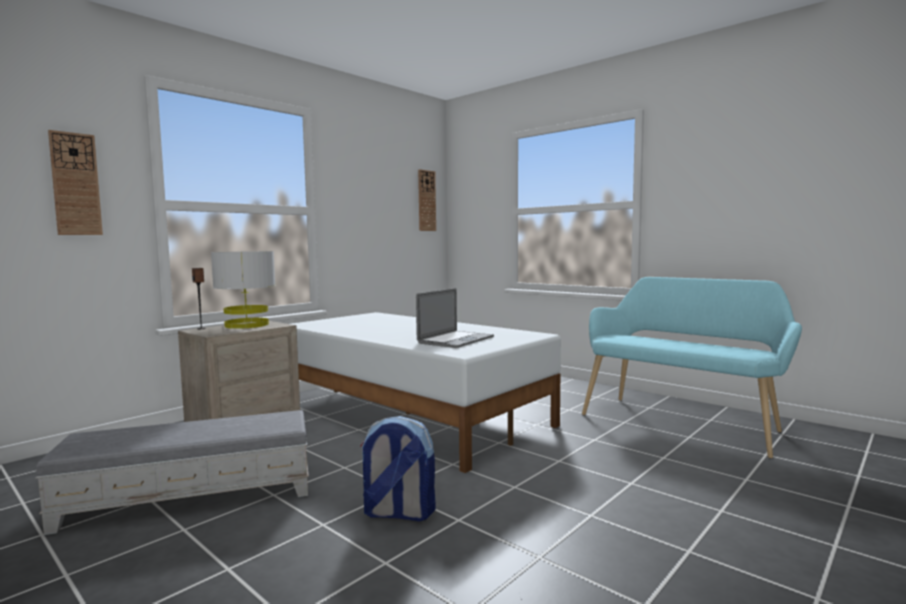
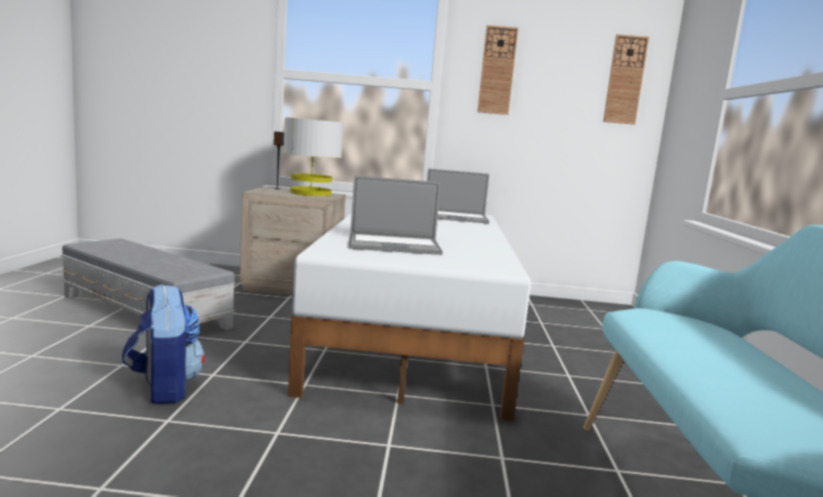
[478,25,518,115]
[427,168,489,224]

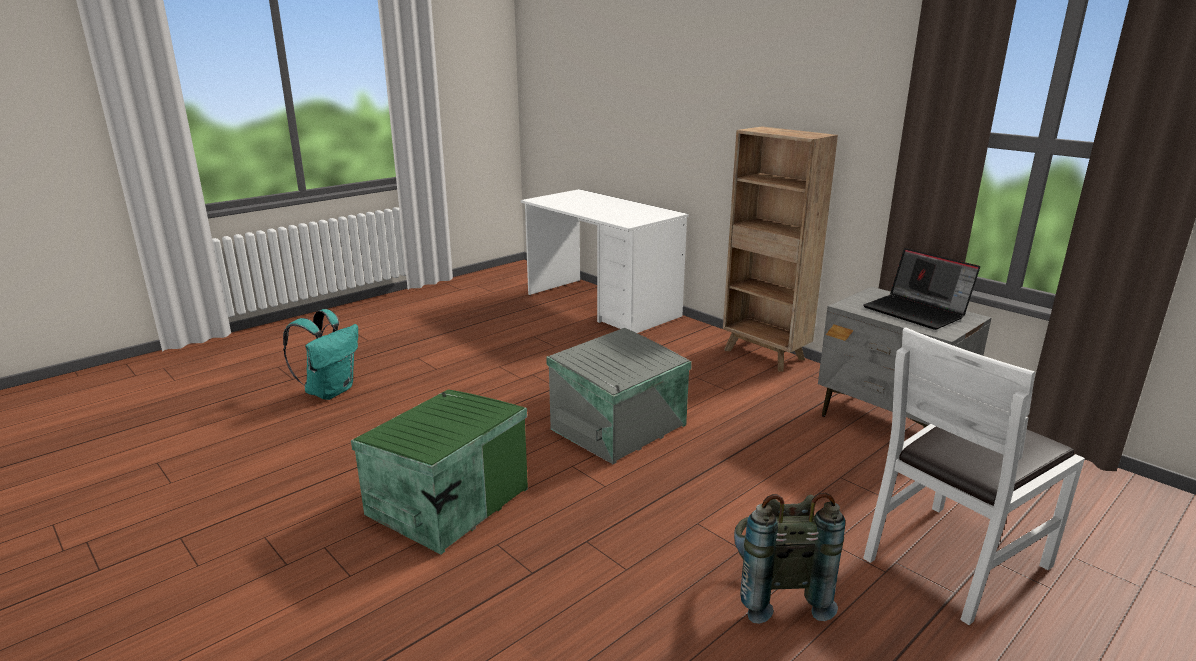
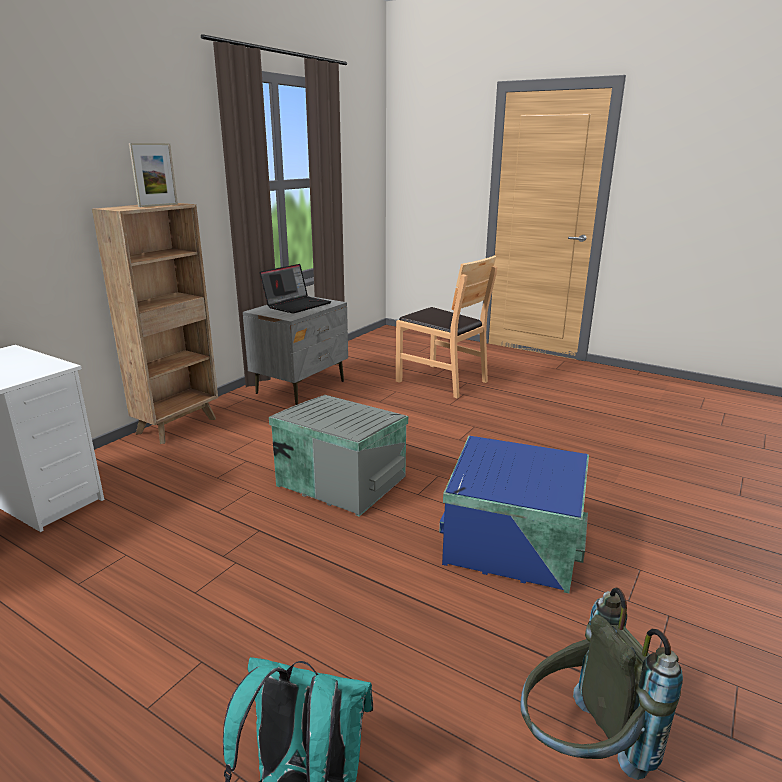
[439,436,589,593]
[521,587,683,780]
[396,256,497,398]
[129,143,178,207]

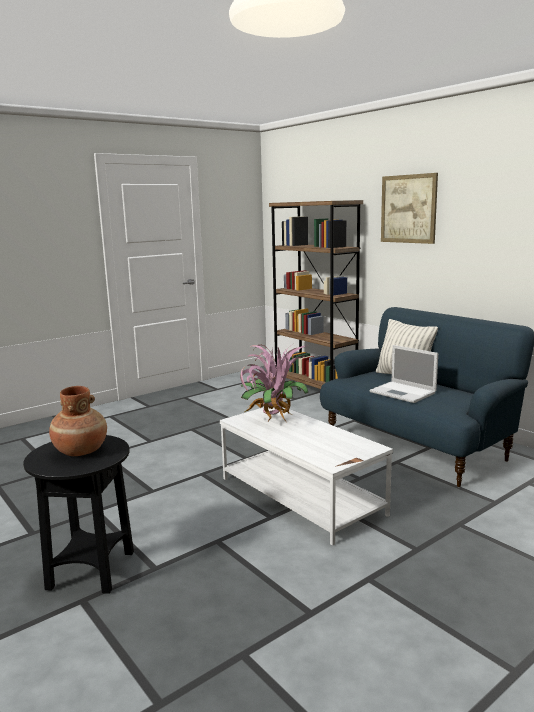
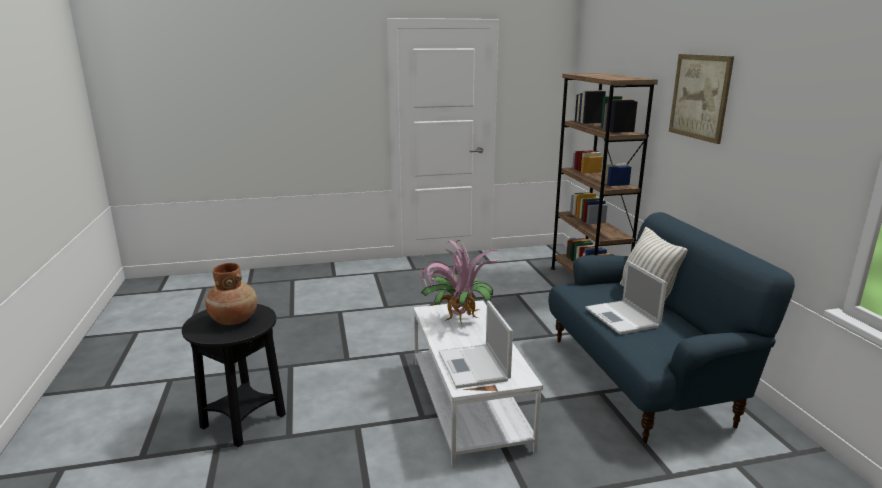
[439,300,513,389]

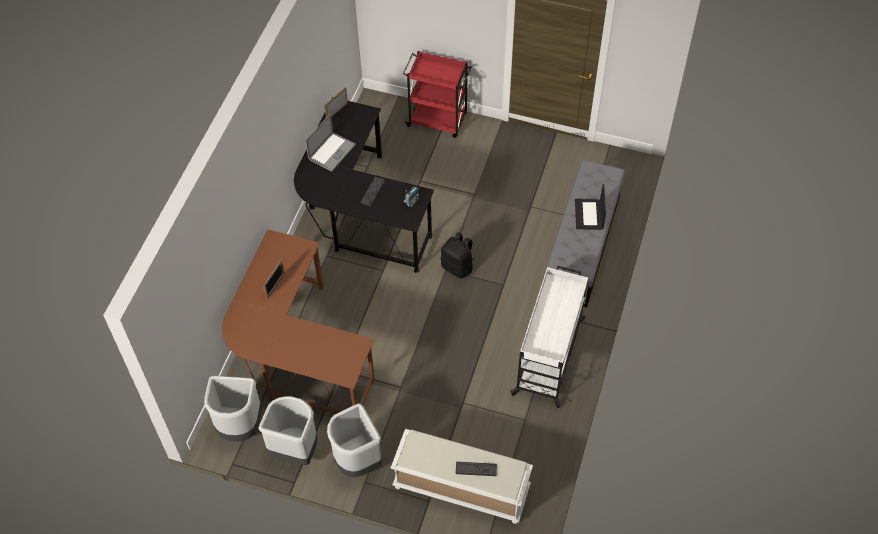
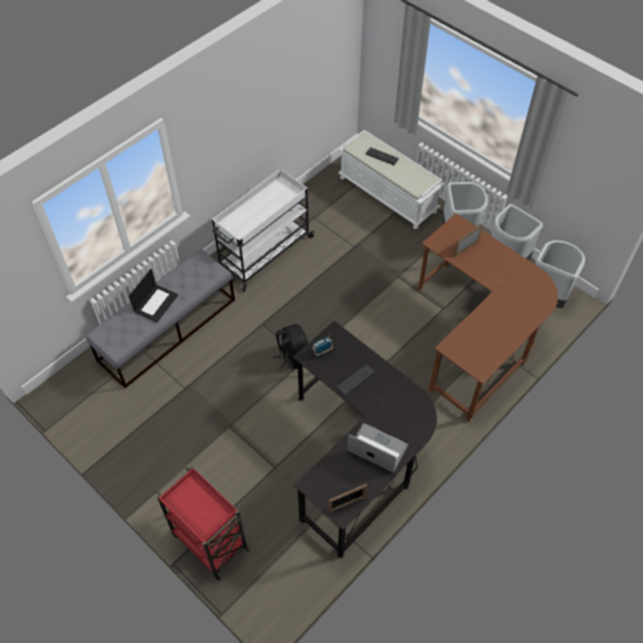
[454,224,482,256]
[347,423,408,473]

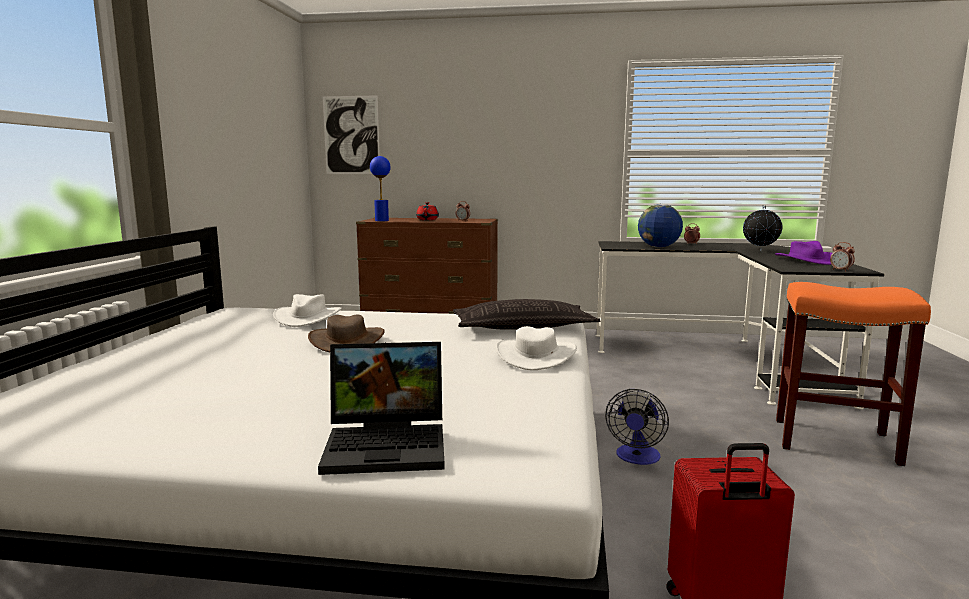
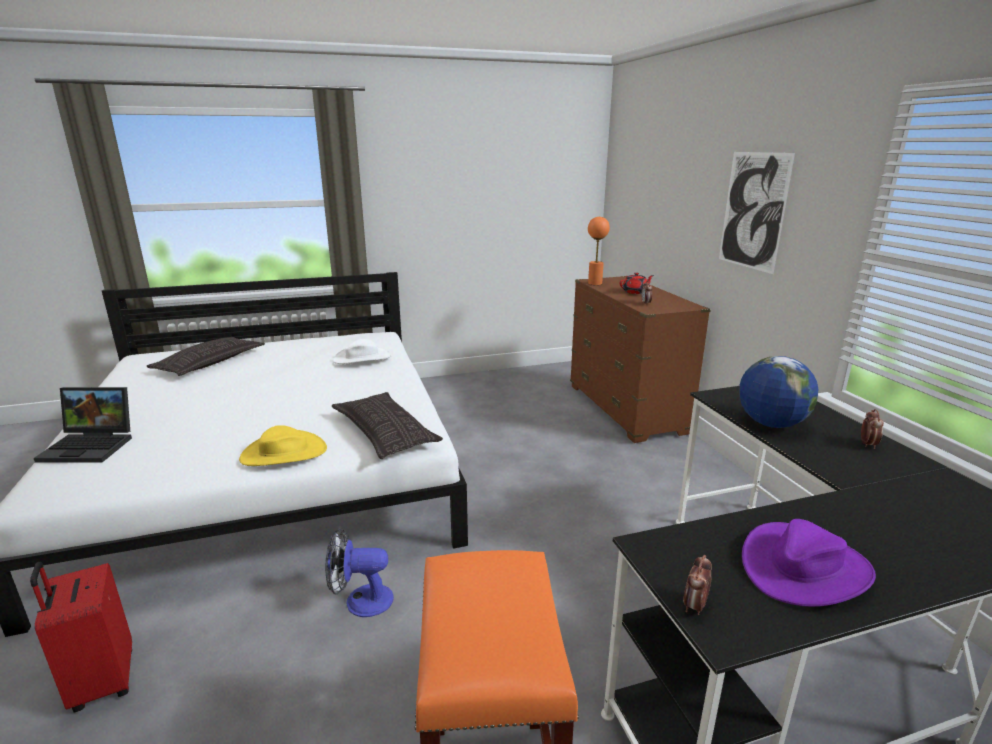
[308,314,385,352] (first image)
[34,387,132,462]
[719,152,795,274]
[588,217,610,285]
[239,425,327,466]
[743,205,782,251] (first image)
[147,337,265,376]

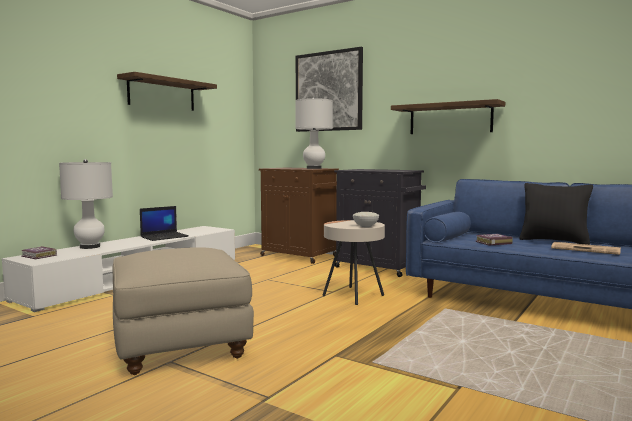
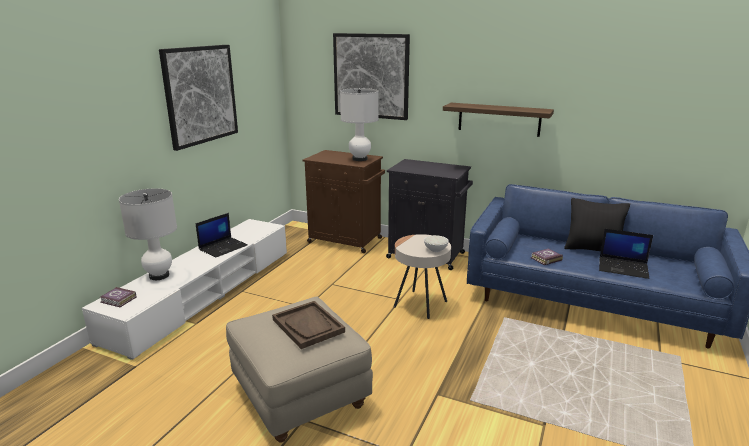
[159,45,238,151]
[599,229,653,279]
[272,301,345,349]

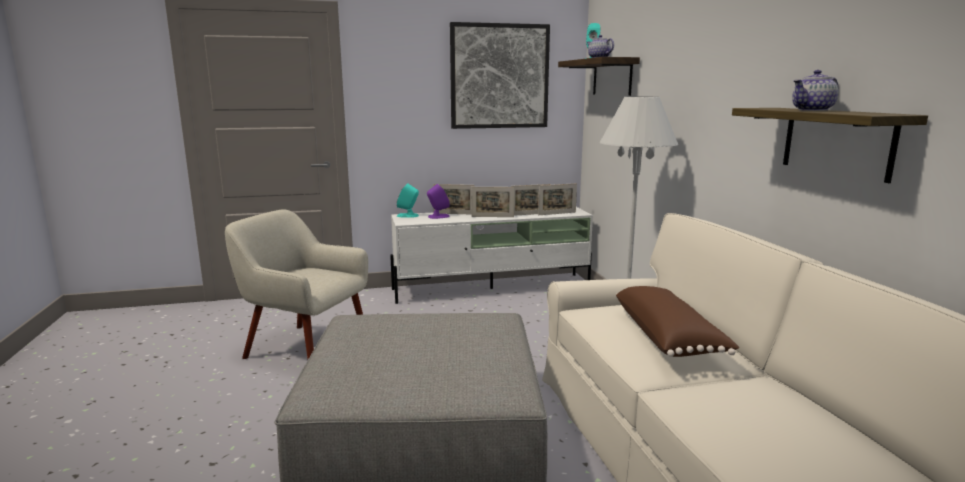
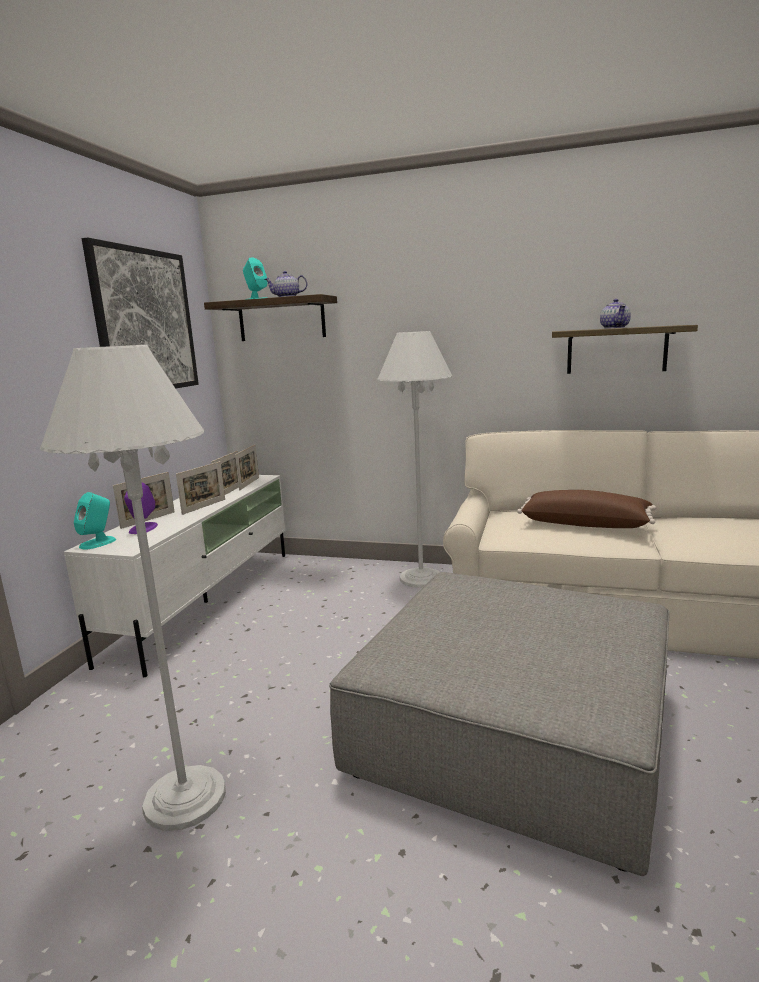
[40,345,226,831]

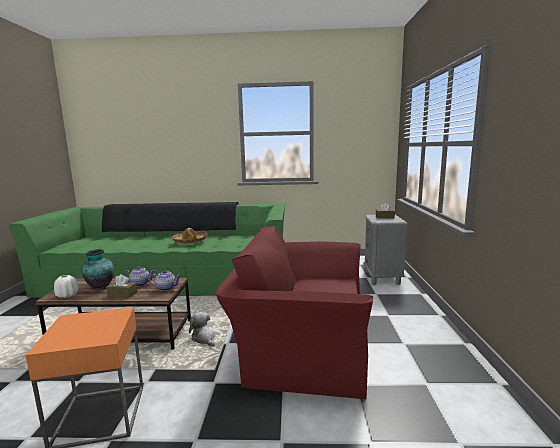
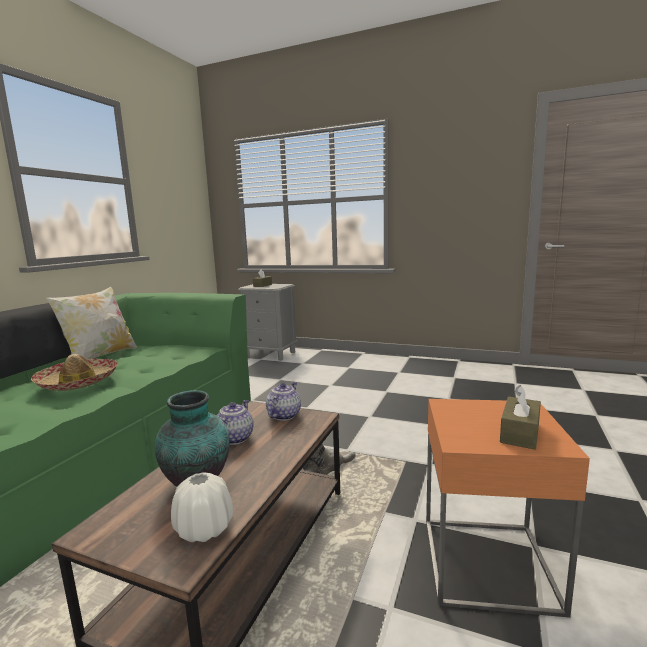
[500,385,541,450]
[216,226,373,399] (first image)
[45,286,137,359]

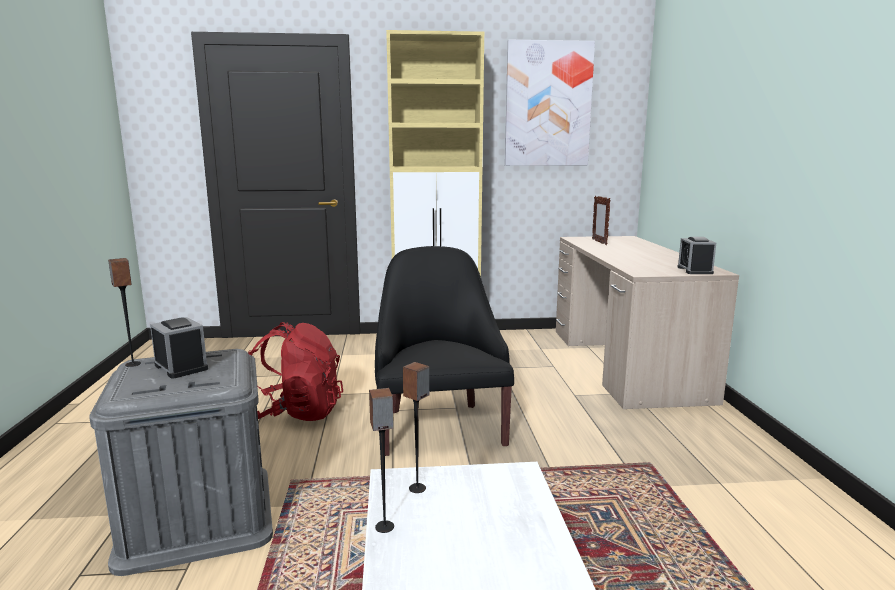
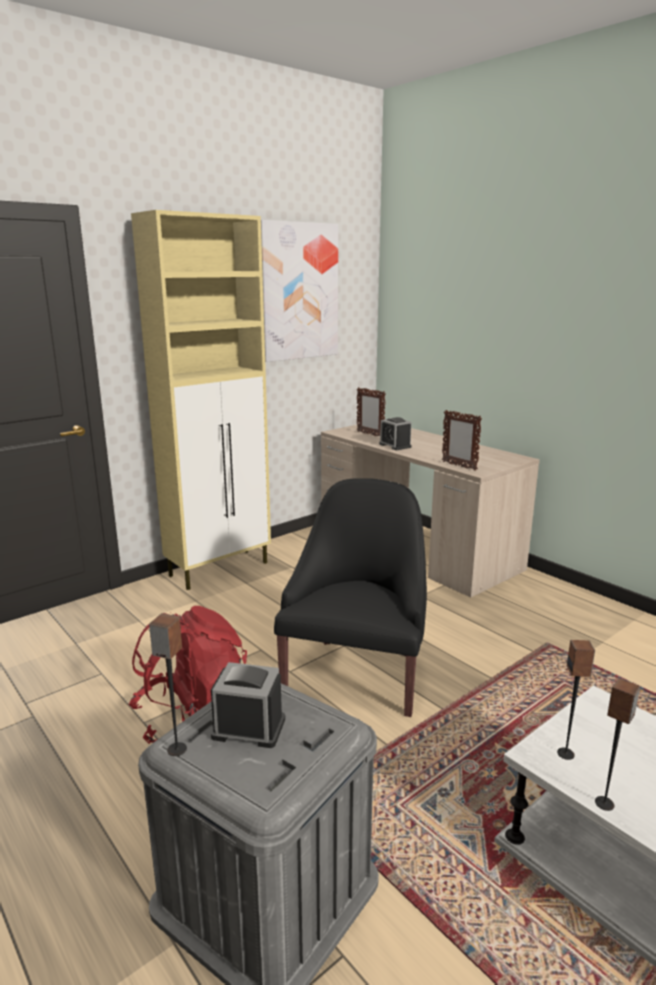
[274,478,427,717]
[379,417,411,450]
[442,410,482,471]

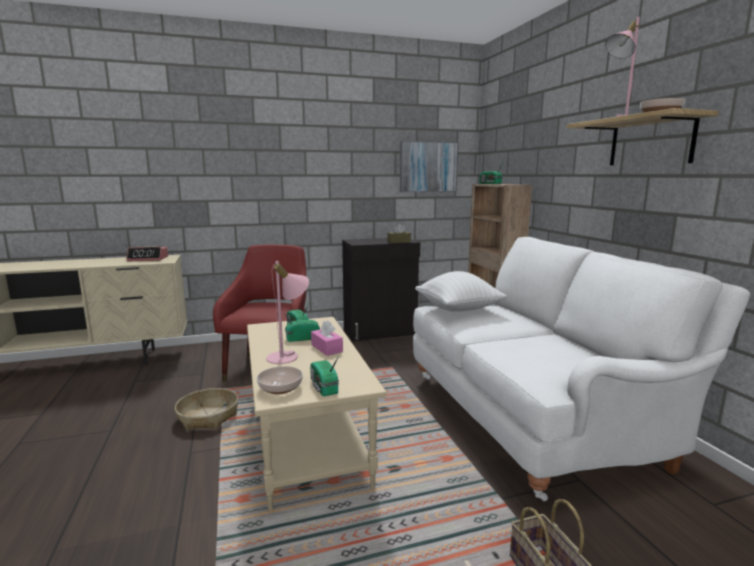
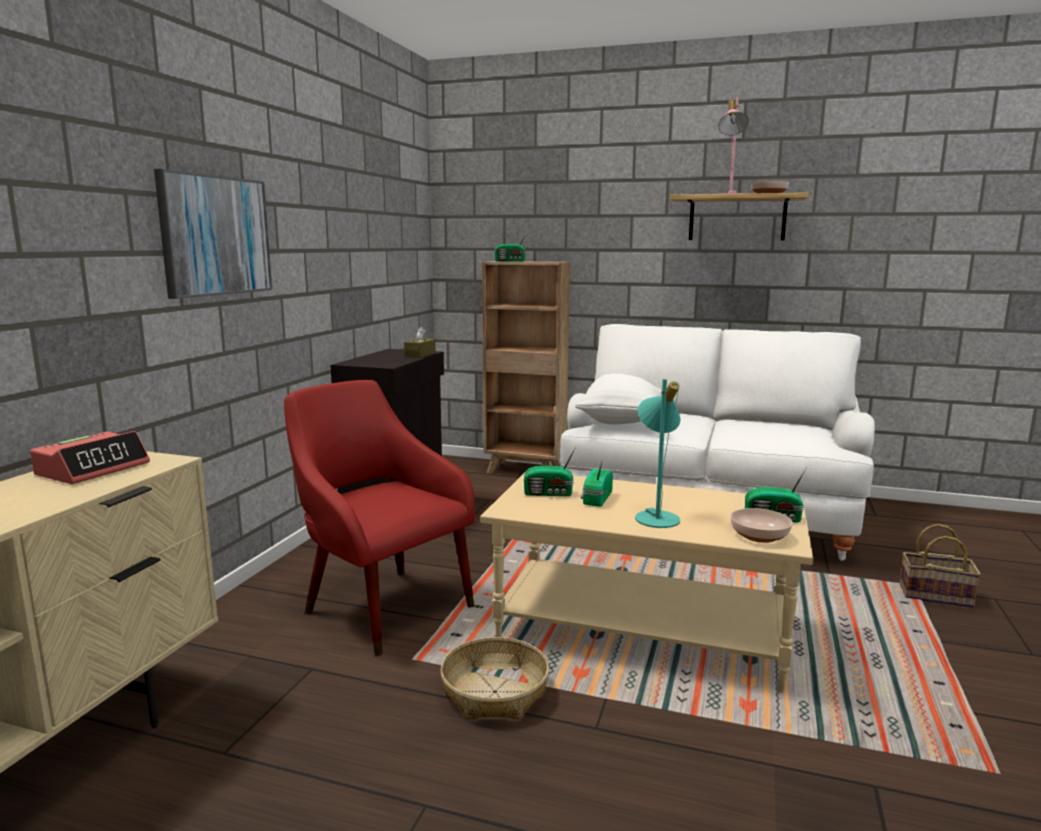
[635,379,681,528]
[311,320,343,356] (first image)
[154,169,272,299]

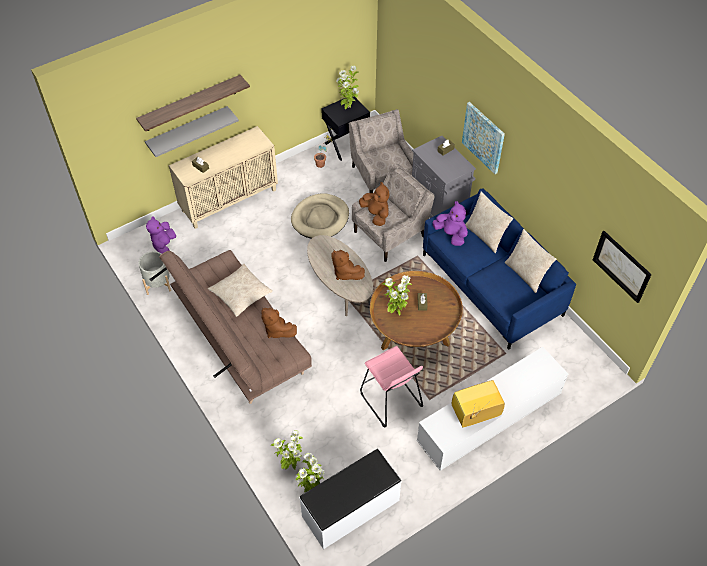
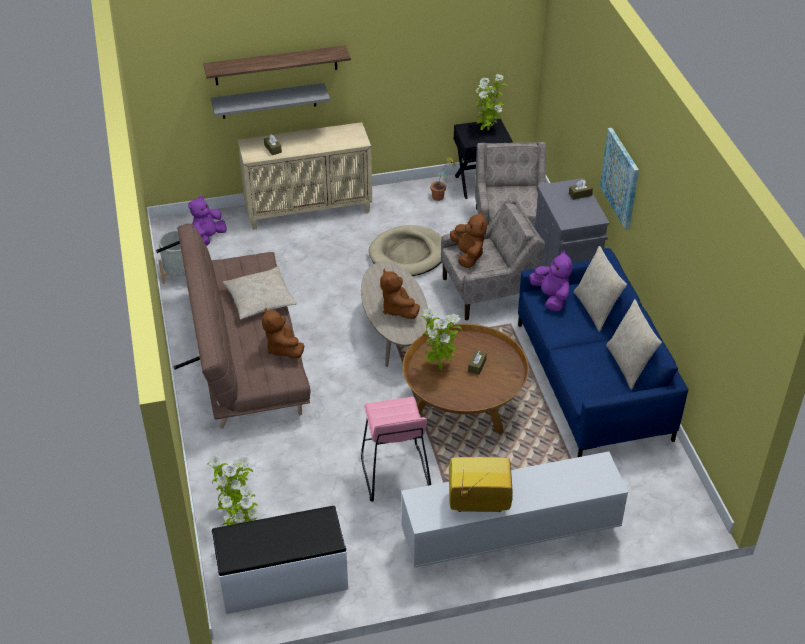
[593,231,652,303] (first image)

